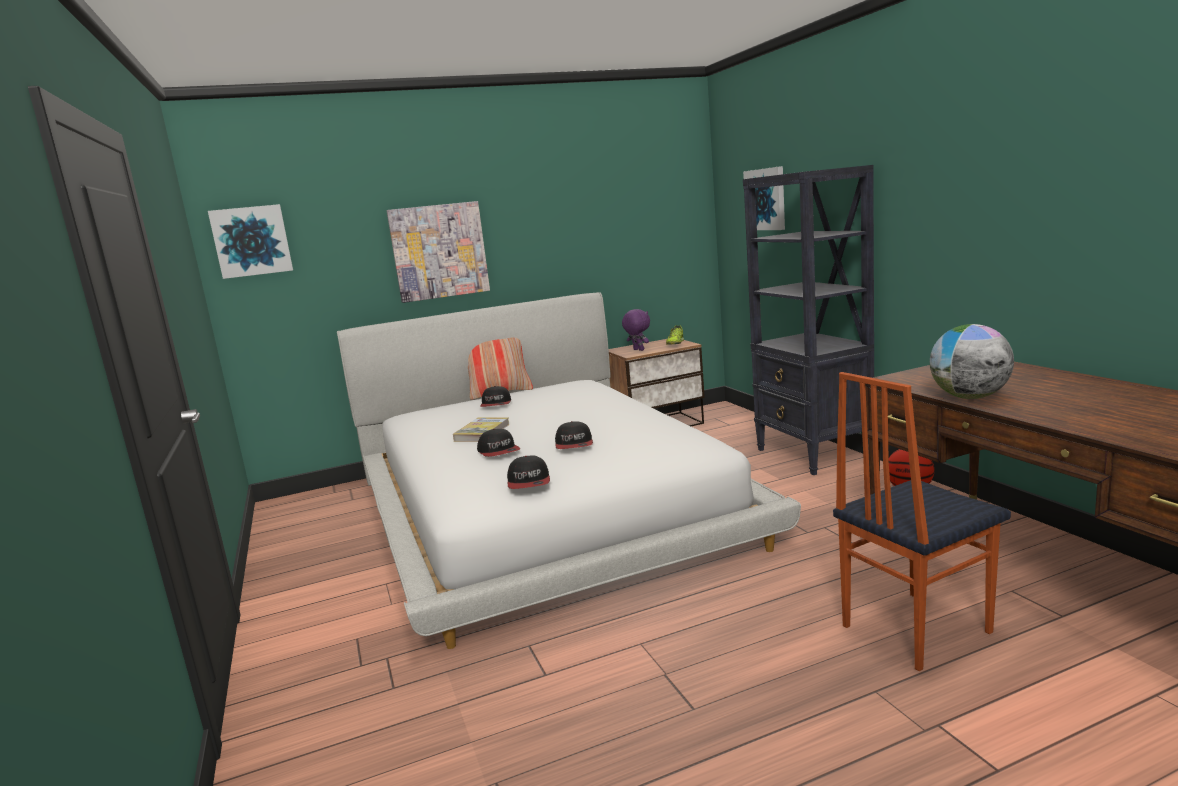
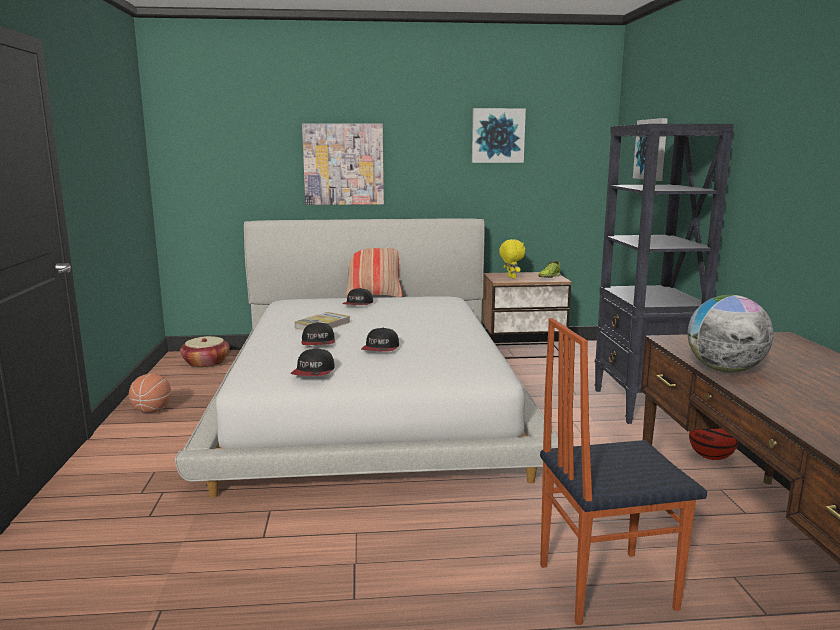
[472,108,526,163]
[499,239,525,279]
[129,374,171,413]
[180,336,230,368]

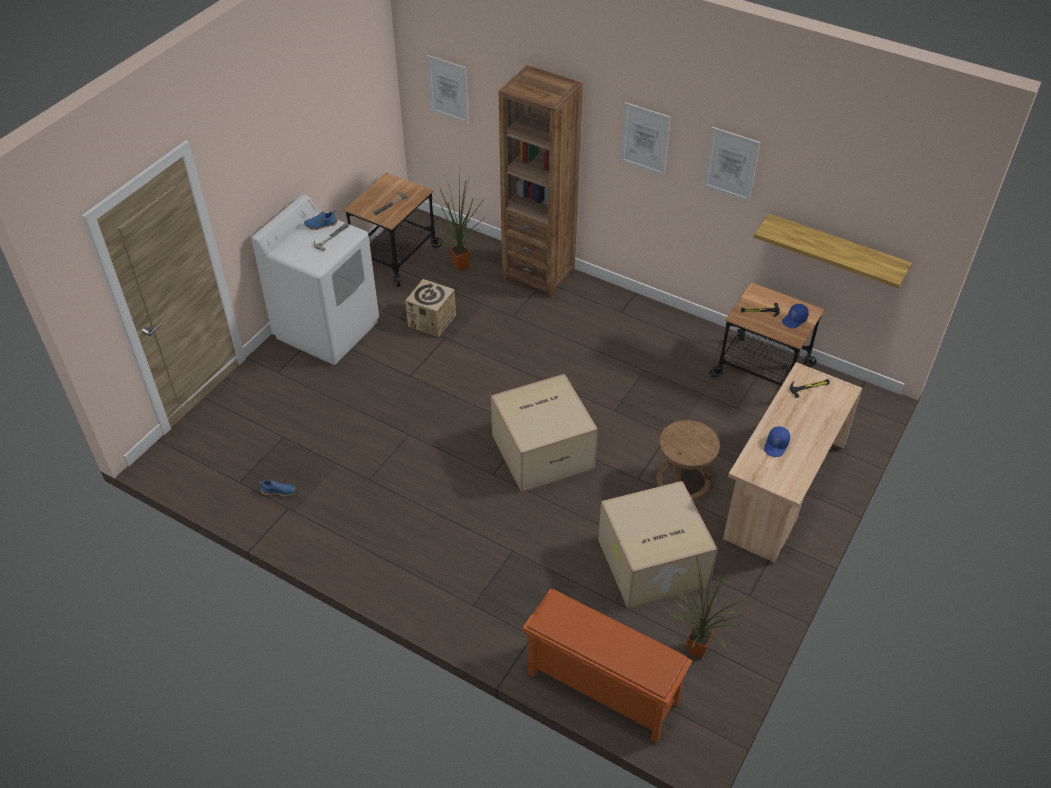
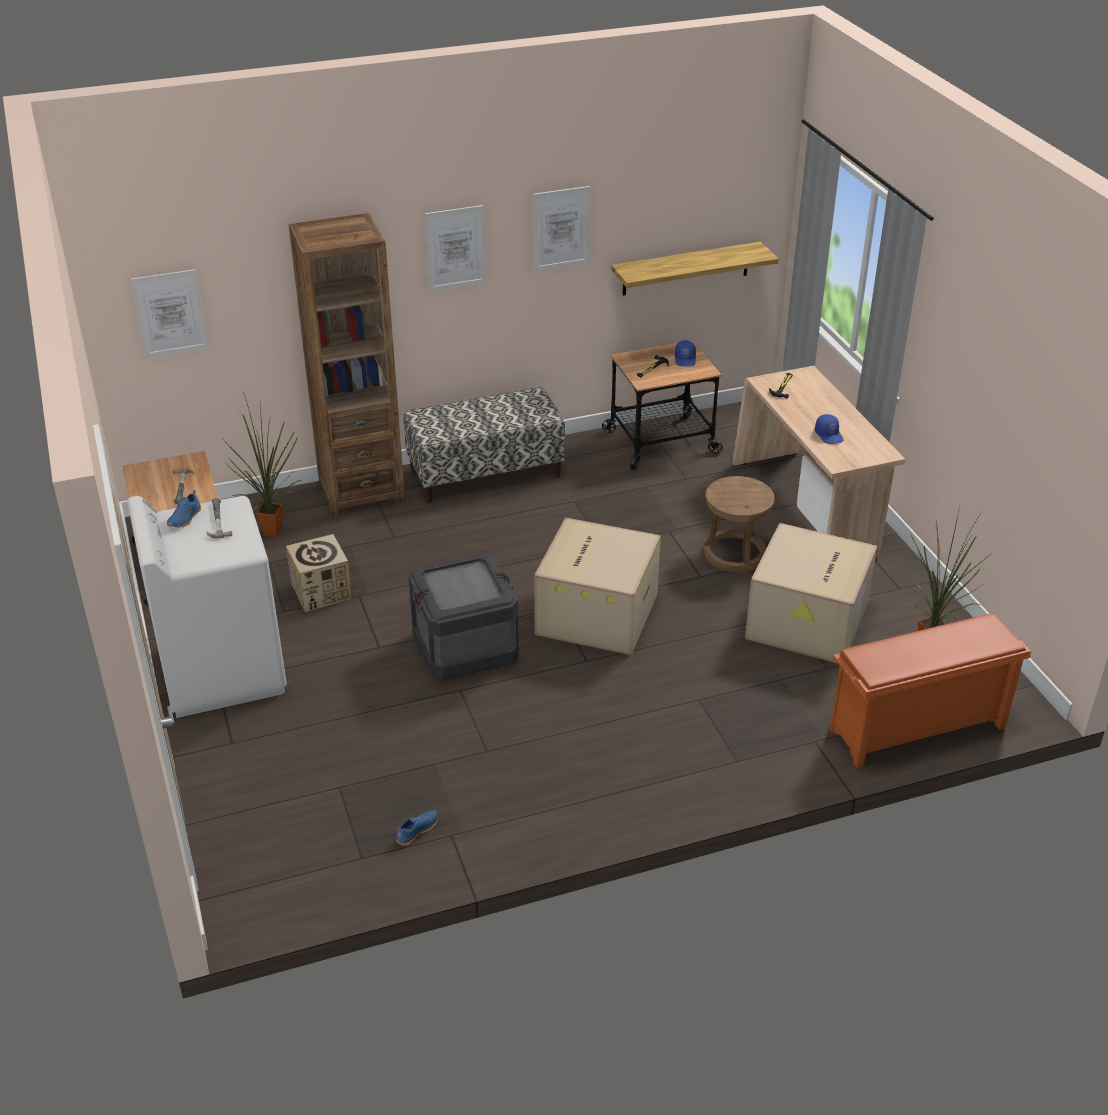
[403,387,565,503]
[408,554,519,681]

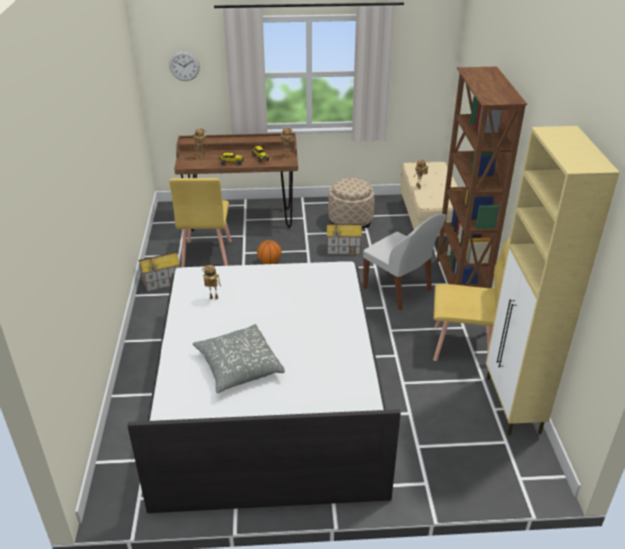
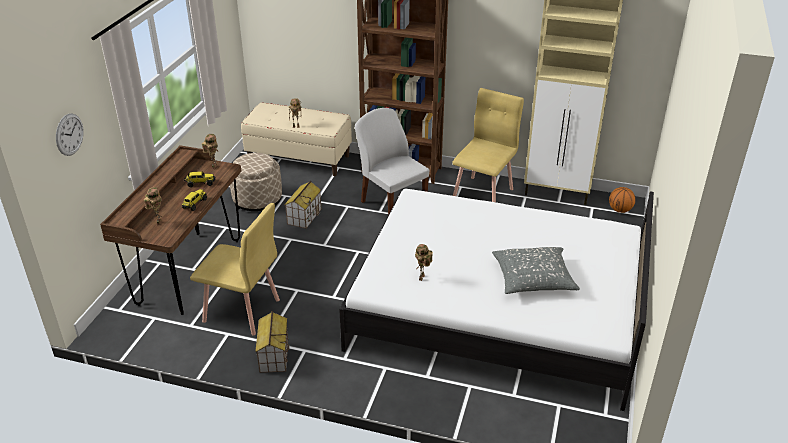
[609,187,635,213]
[355,108,430,215]

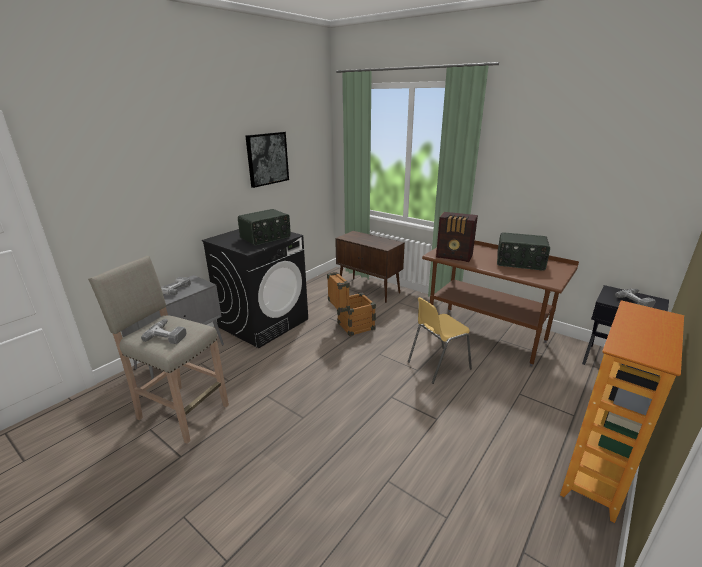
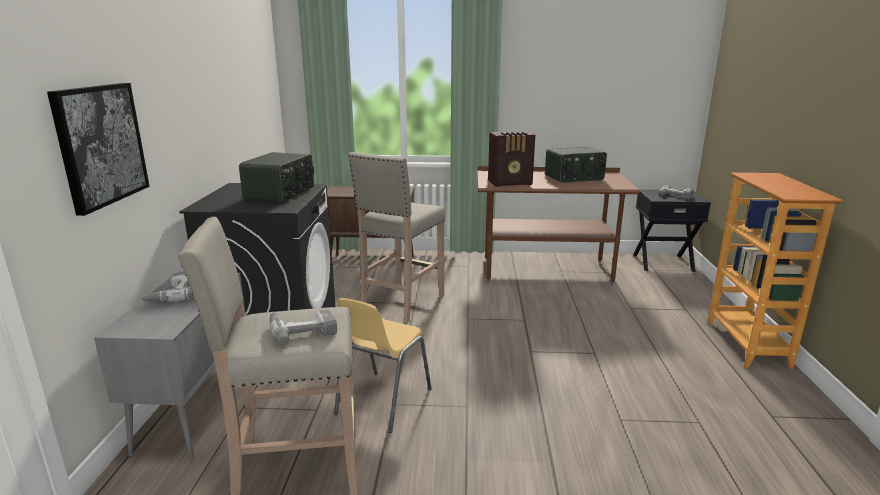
[47,83,150,216]
[348,152,446,323]
[334,298,432,433]

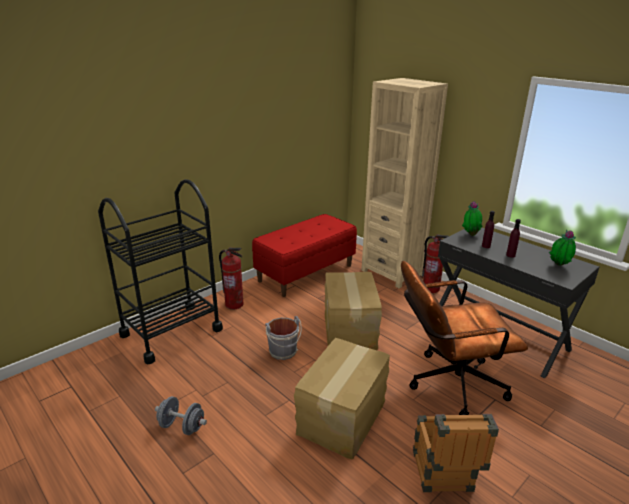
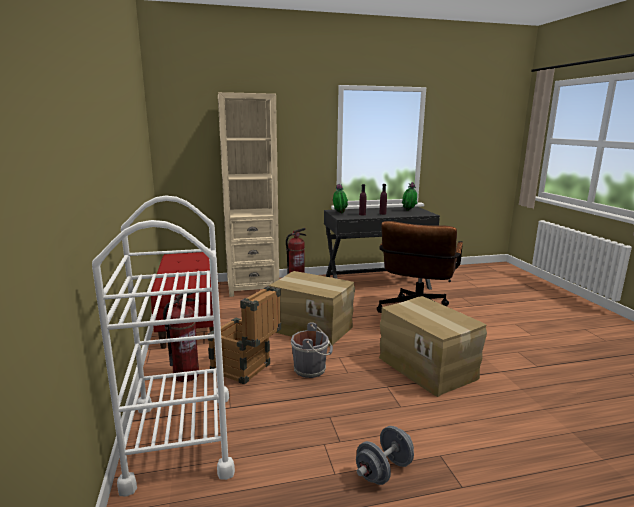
[92,196,235,497]
[208,286,281,385]

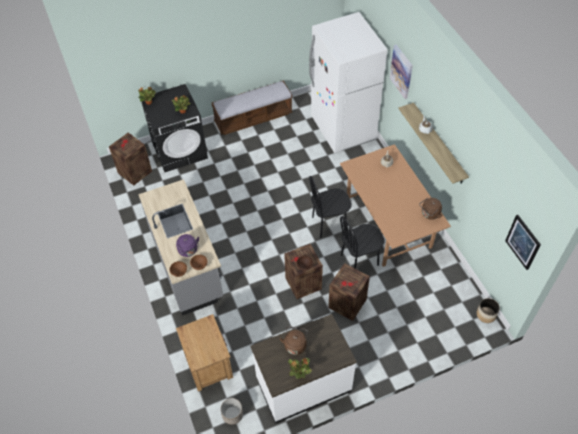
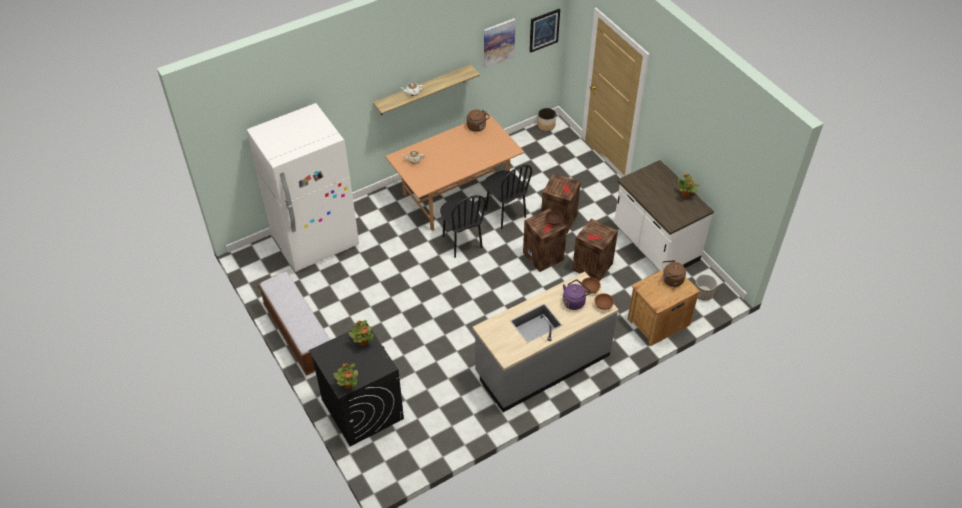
[572,218,618,281]
[662,260,686,287]
[484,18,516,69]

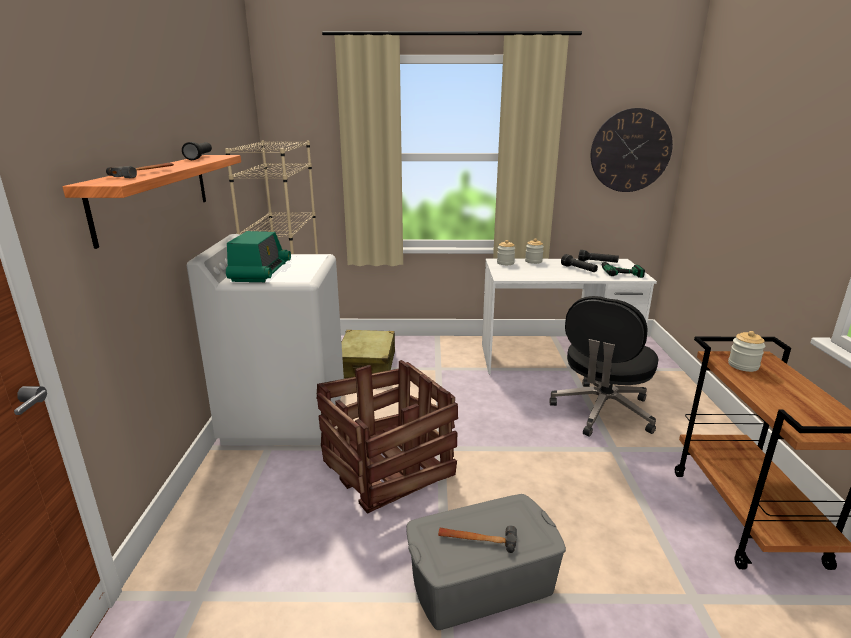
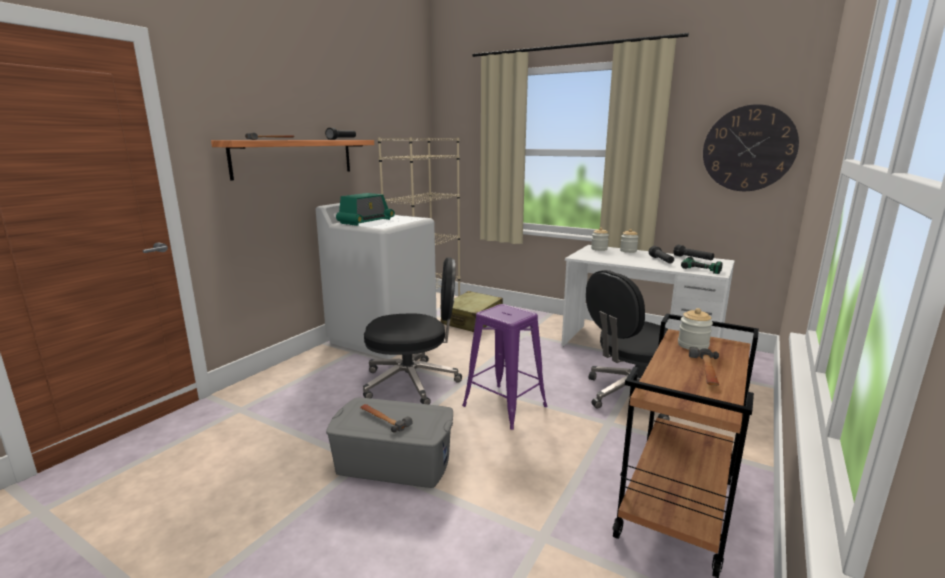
[363,257,462,405]
[462,304,547,430]
[689,347,719,386]

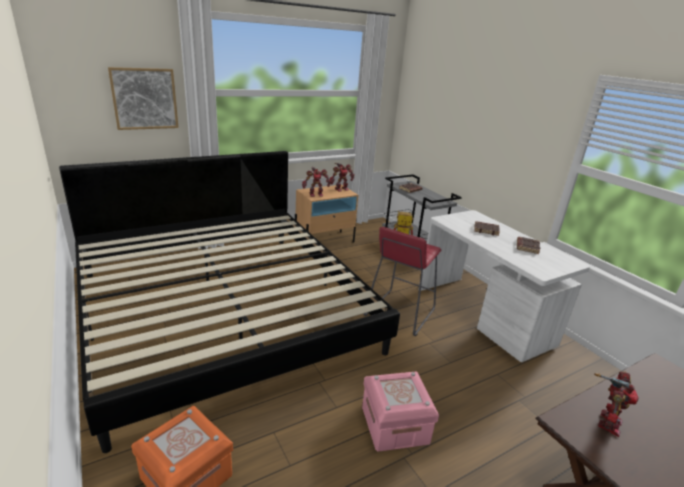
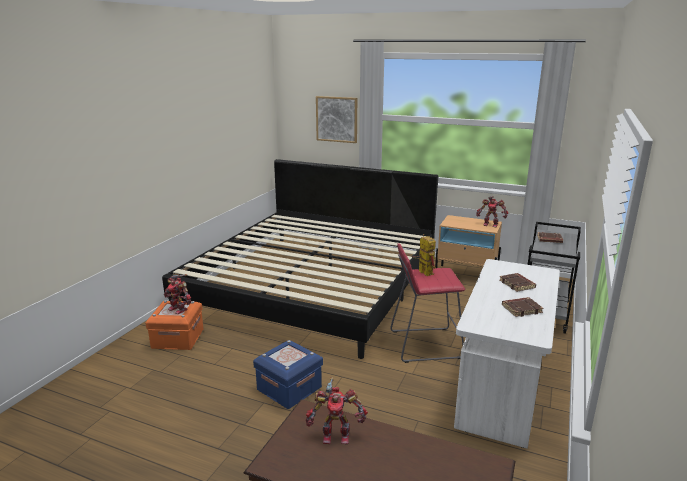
[164,274,191,314]
[253,340,323,409]

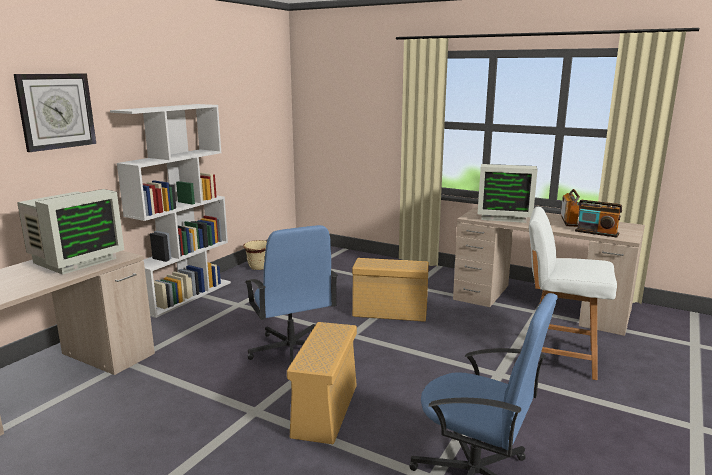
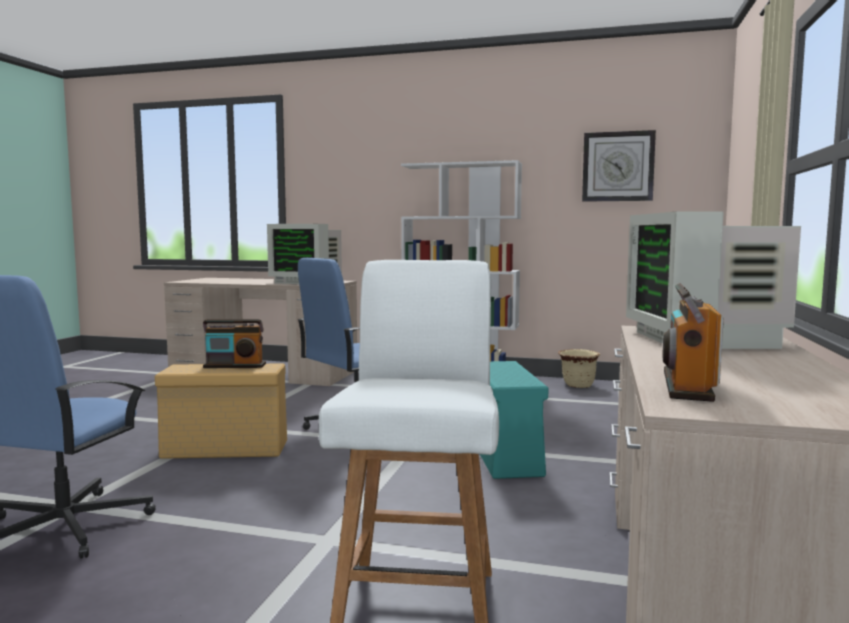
[582,130,656,202]
[480,361,548,479]
[203,319,266,368]

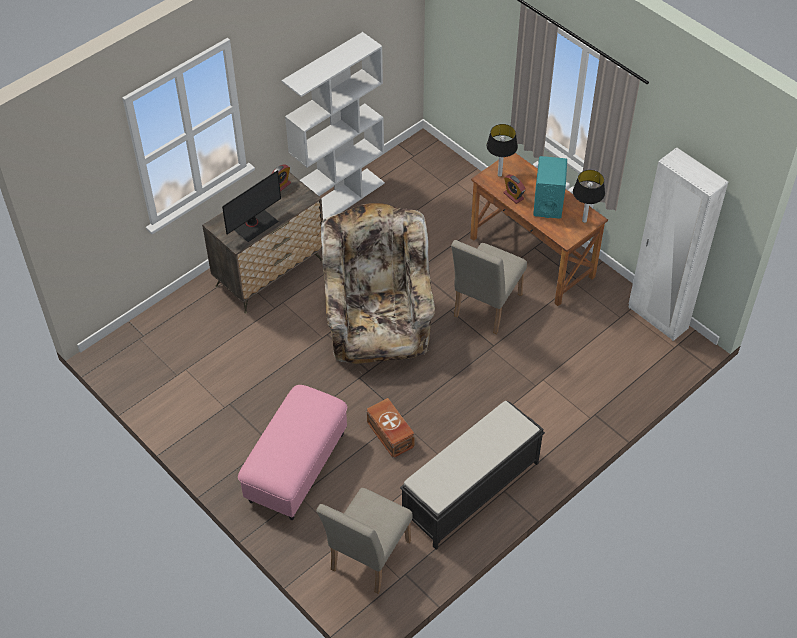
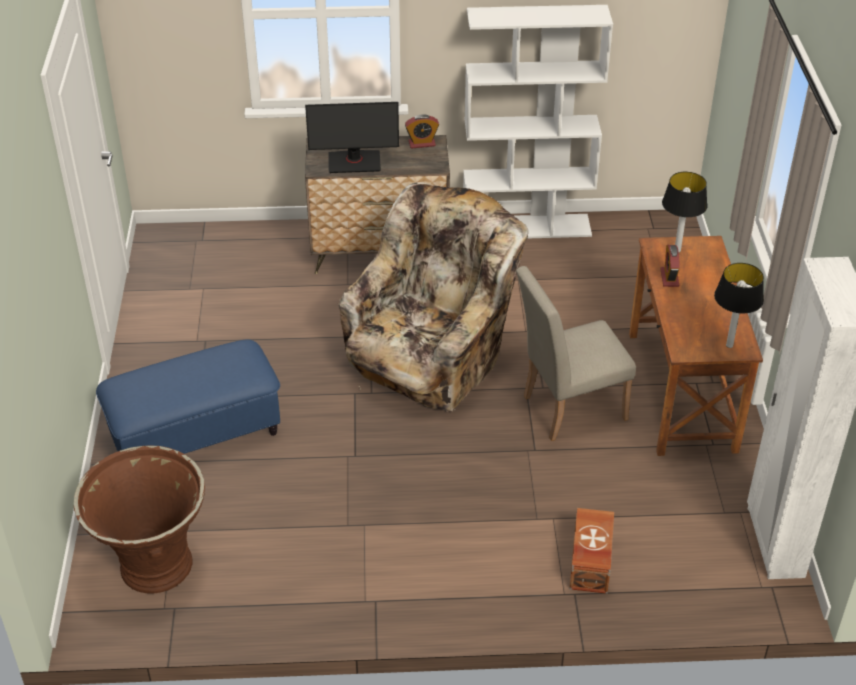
[96,339,280,454]
[74,446,205,594]
[570,508,614,594]
[400,401,545,550] (first image)
[533,156,567,219] (first image)

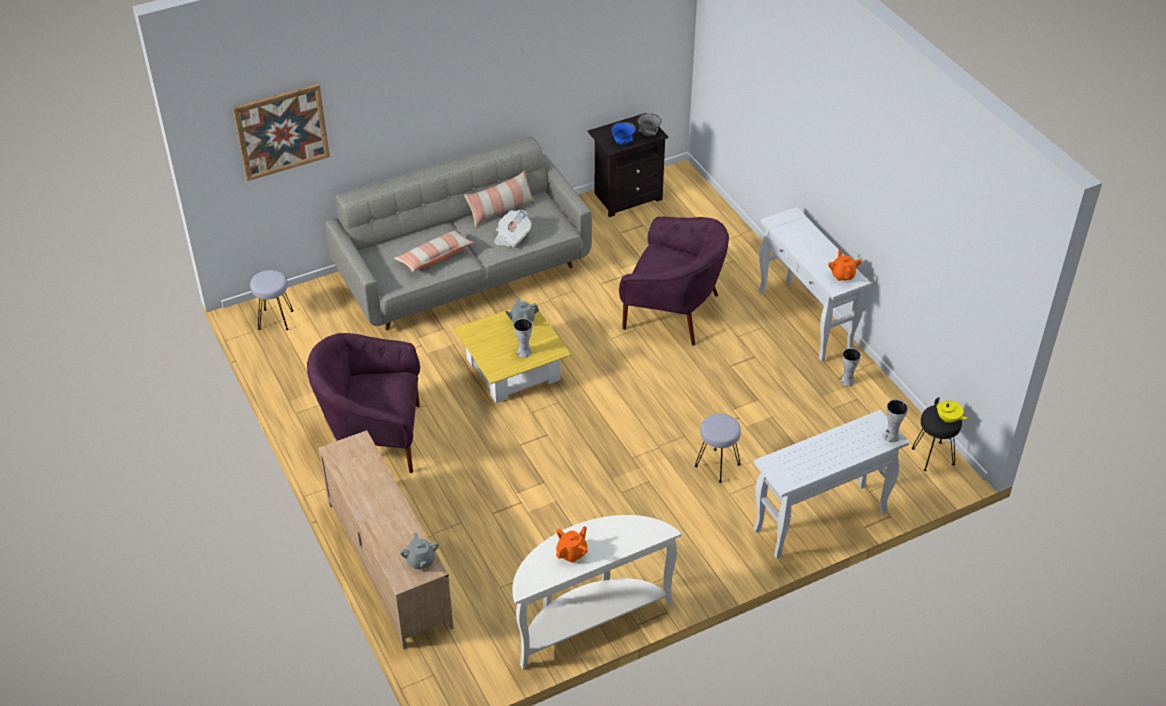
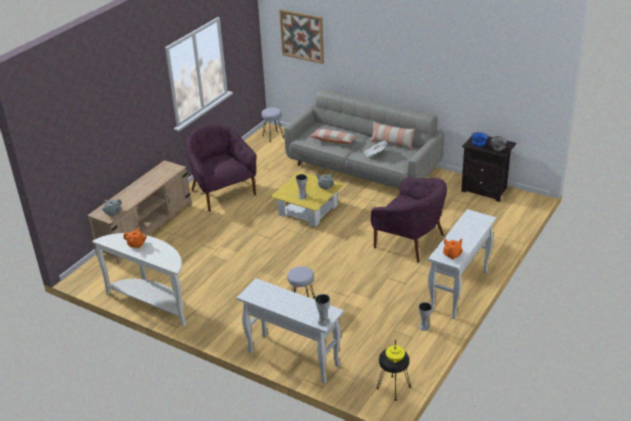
[371,177,447,262]

